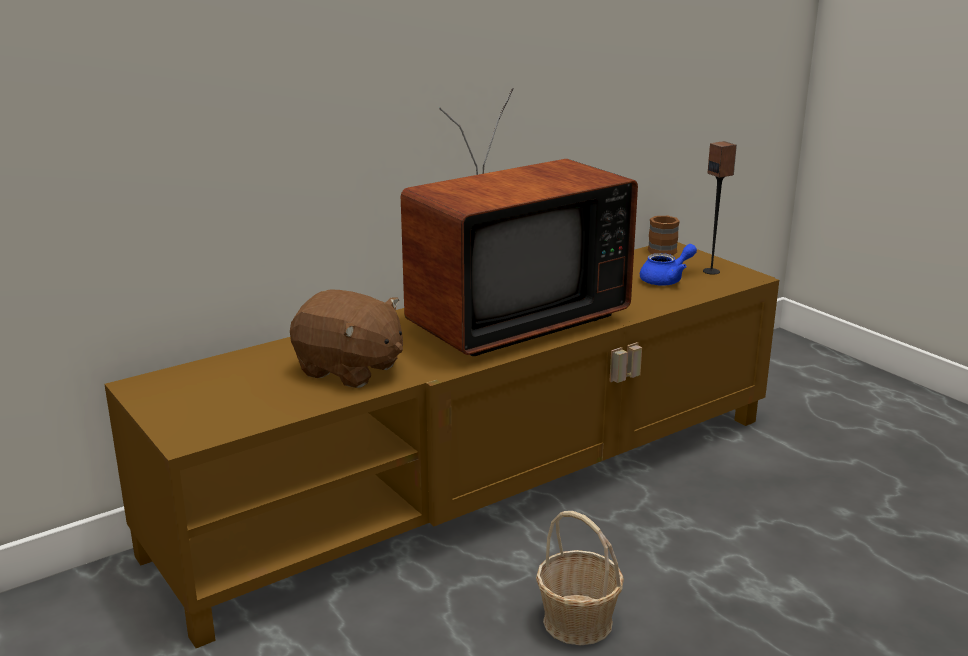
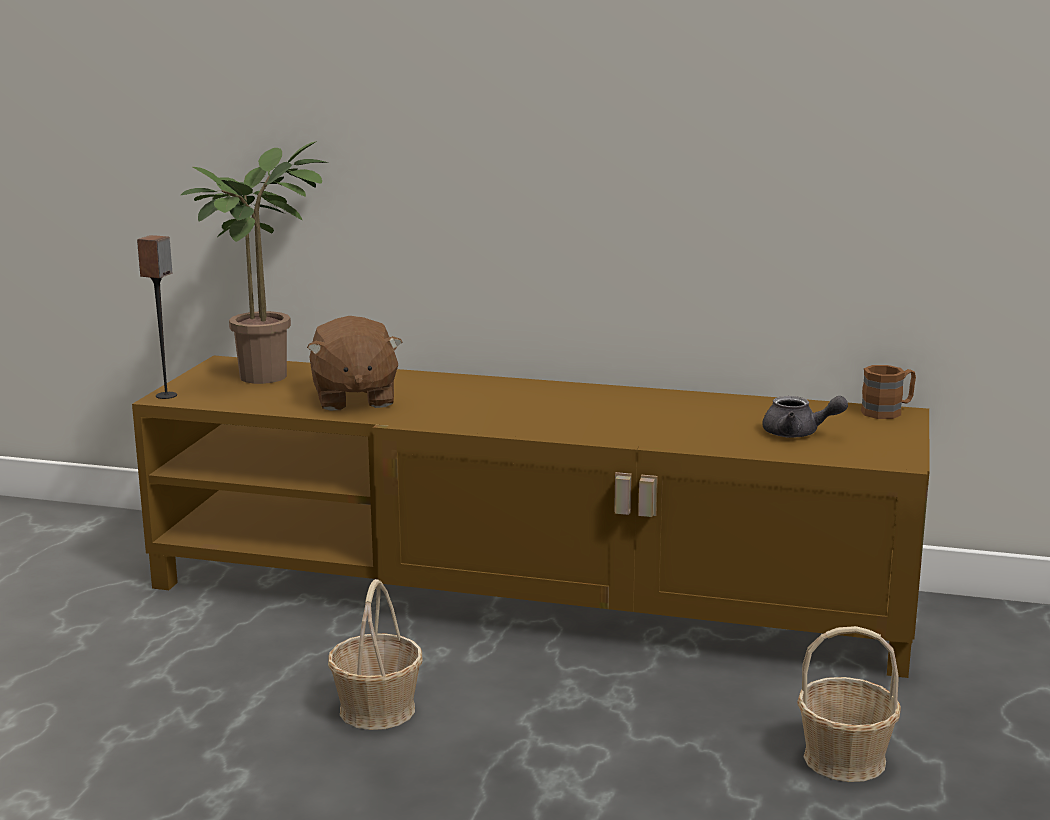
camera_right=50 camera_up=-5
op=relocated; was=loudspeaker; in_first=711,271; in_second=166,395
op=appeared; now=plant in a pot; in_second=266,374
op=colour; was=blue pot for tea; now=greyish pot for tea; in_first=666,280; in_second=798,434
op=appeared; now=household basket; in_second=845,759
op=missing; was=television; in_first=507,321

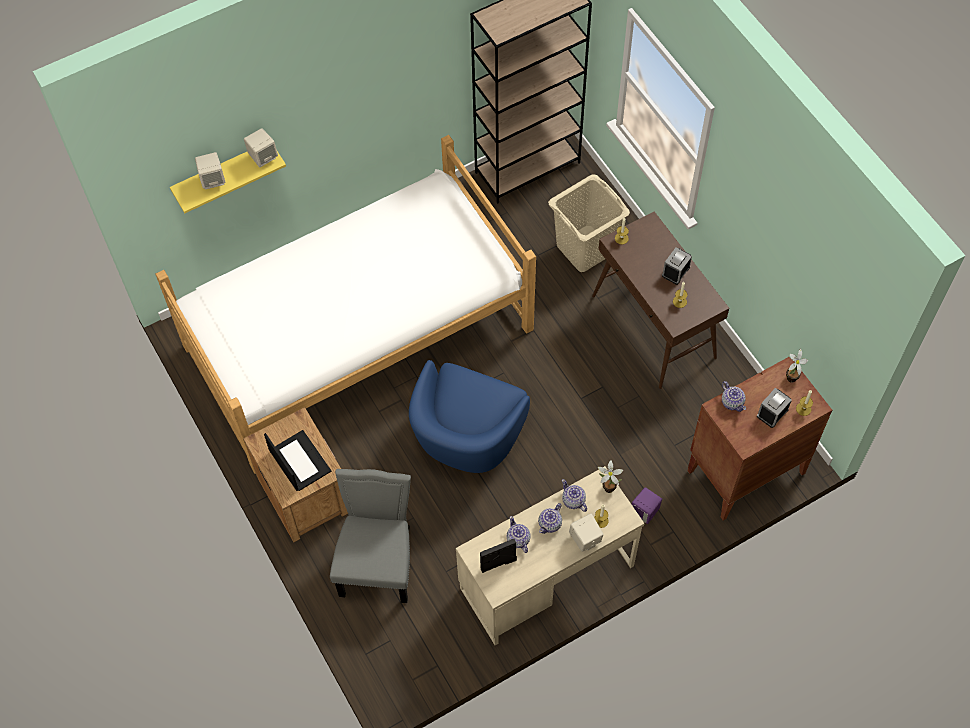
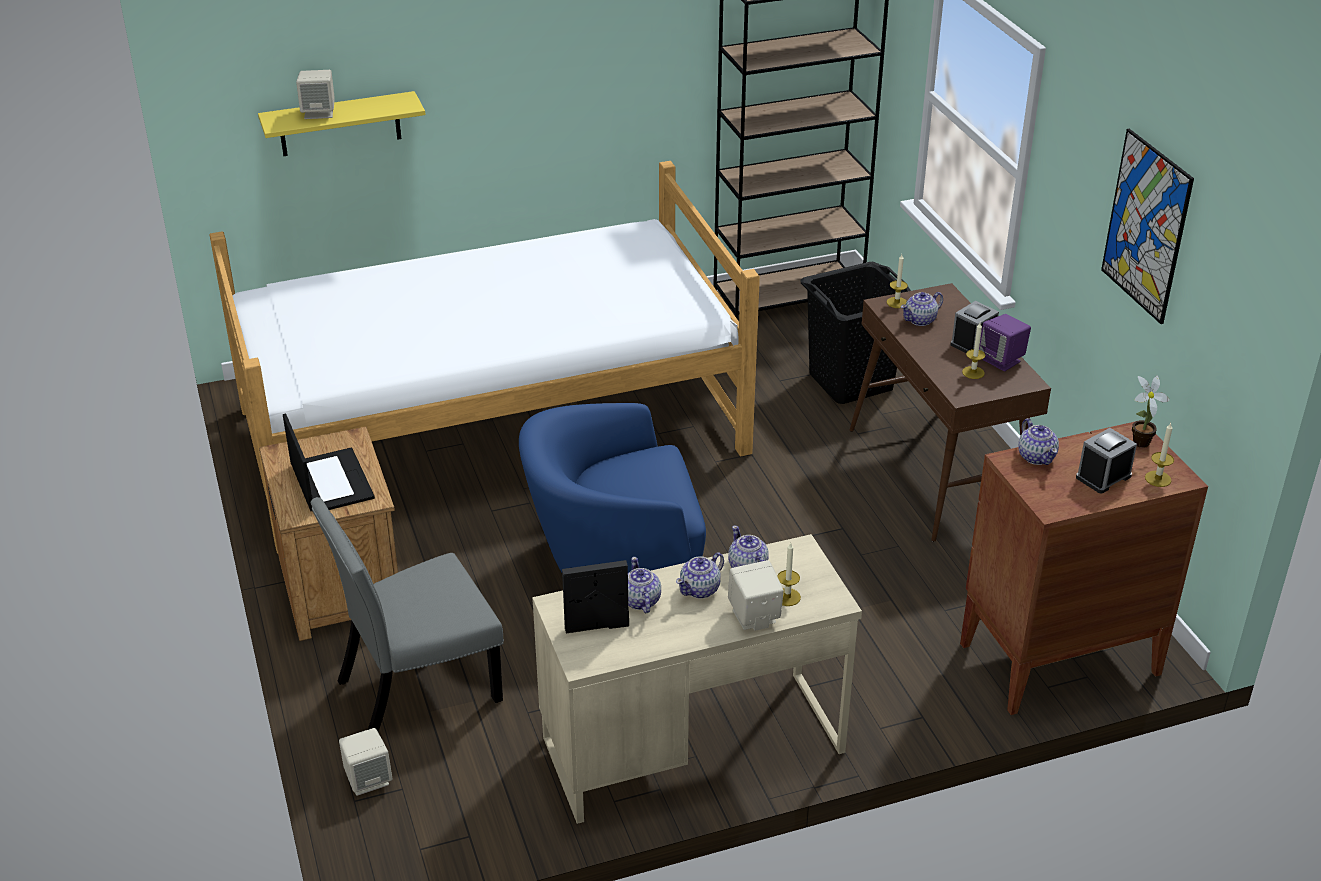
camera_right=10 camera_up=-25
op=spun; was=greyish upright chair; in_first=378,563; in_second=421,686; clockwise=-135
op=relocated; was=sand-coloured loudspeaker; in_first=263,157; in_second=368,779
op=spun; was=blue easy chair; in_first=467,439; in_second=615,559; clockwise=45
op=colour; was=sand-coloured washing basket; now=black-coloured washing basket; in_first=586,248; in_second=851,382
op=appeared; now=pot for tea; in_second=920,320
op=relocated; was=purple loudspeaker; in_first=645,511; in_second=1001,360
op=appeared; now=wall art; in_second=1146,226
op=missing; was=plant in a pot; in_first=607,487

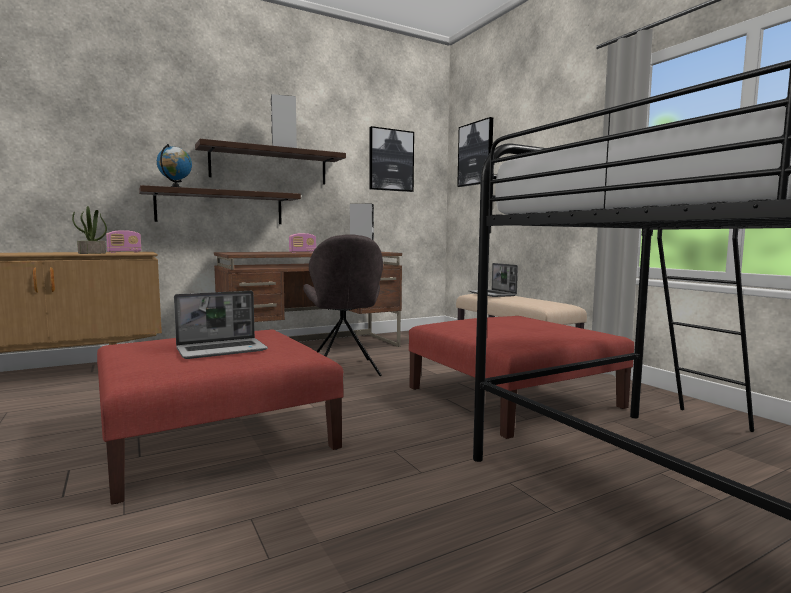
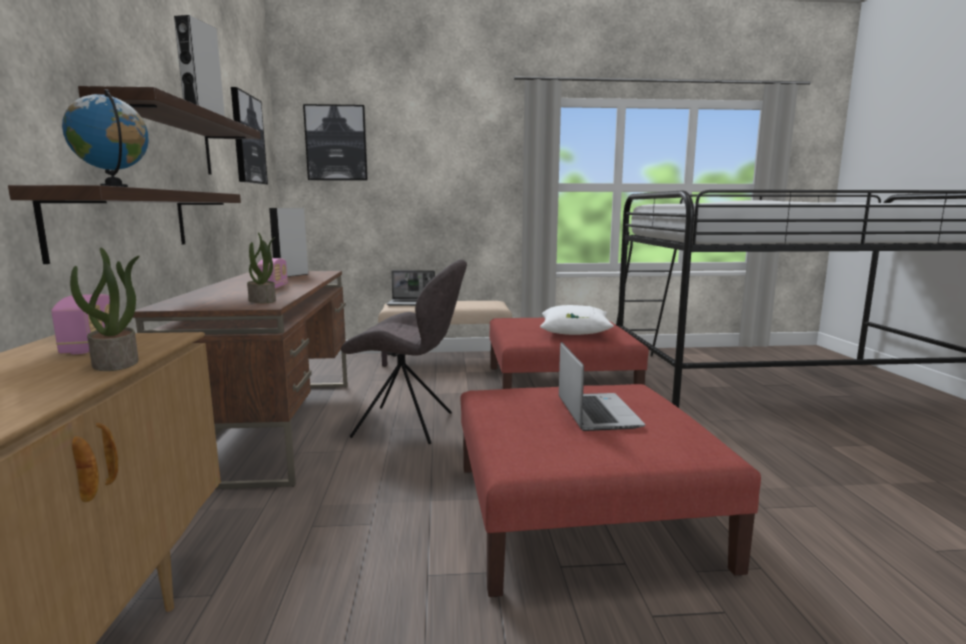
camera_right=-65 camera_up=5
op=appeared; now=plant in a pot; in_second=263,300
op=appeared; now=white-coloured pillow; in_second=574,332

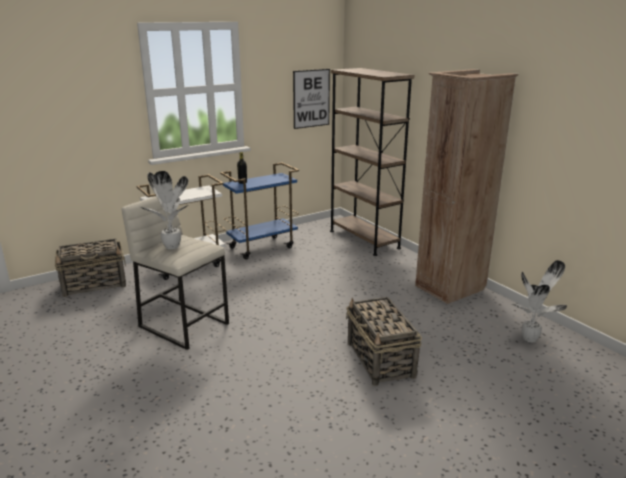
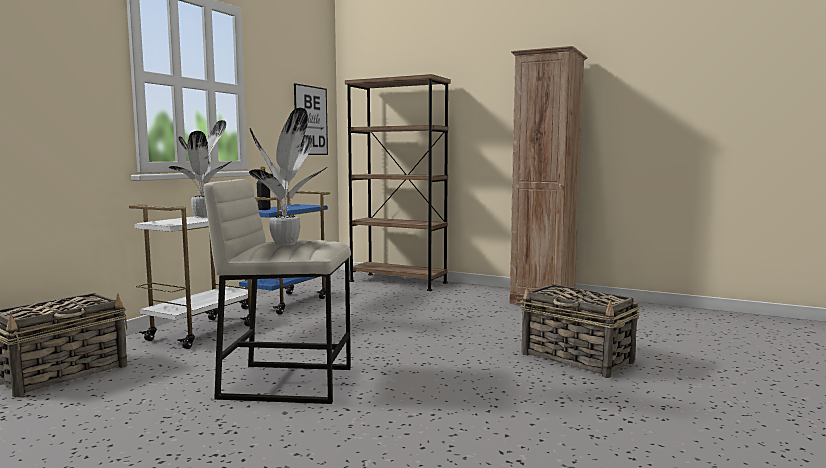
camera_right=-30 camera_up=-15
op=relocated; was=plant in a pot; in_first=531,338; in_second=205,216

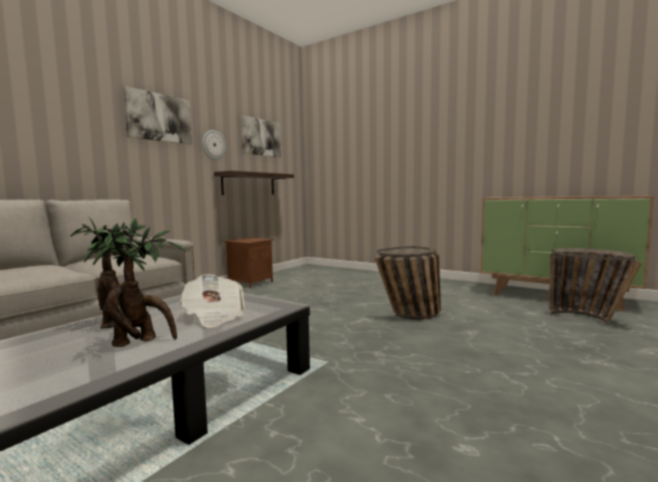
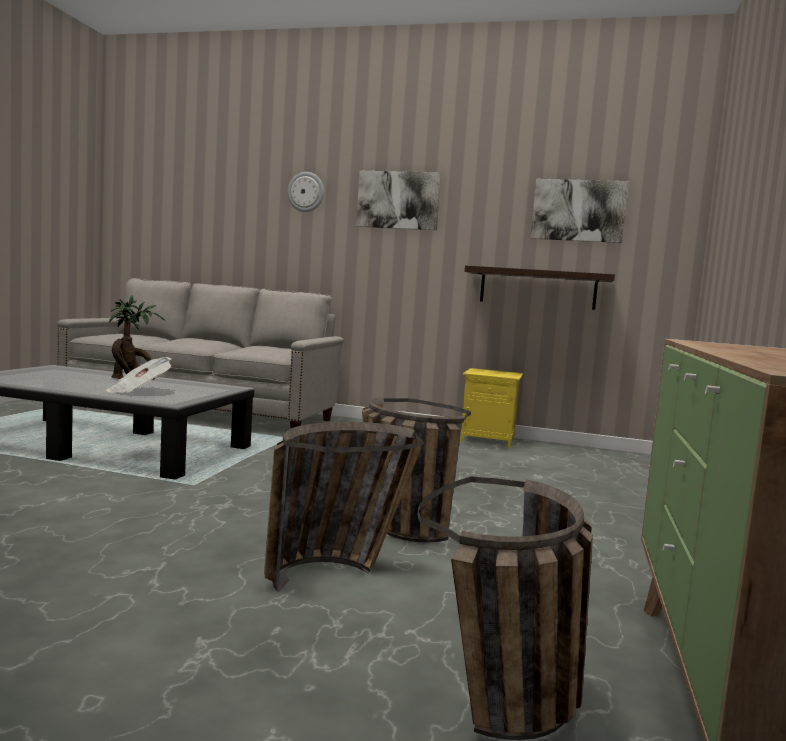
camera_right=70 camera_up=0
op=appeared; now=household basket; in_second=337,571
op=relocated; was=clock on the wall; in_first=213,145; in_second=306,192
op=colour; was=brownish night table; now=yellow-coloured night table; in_first=250,283; in_second=489,440
op=missing; was=plant in a pot; in_first=141,342

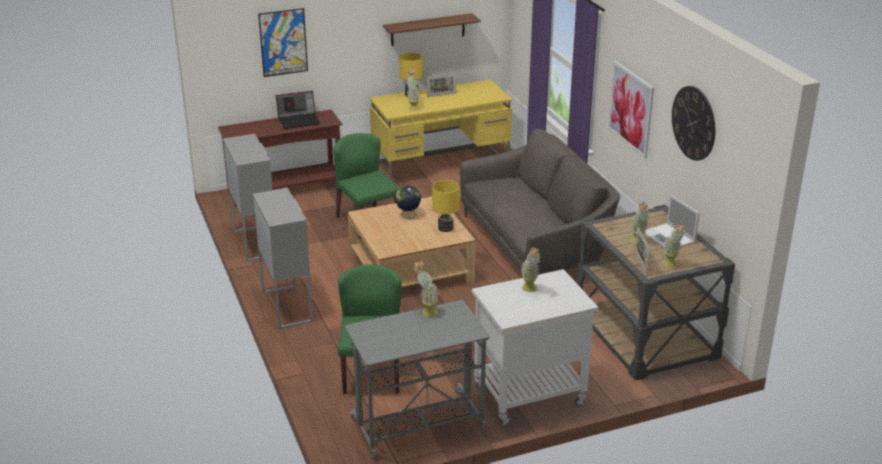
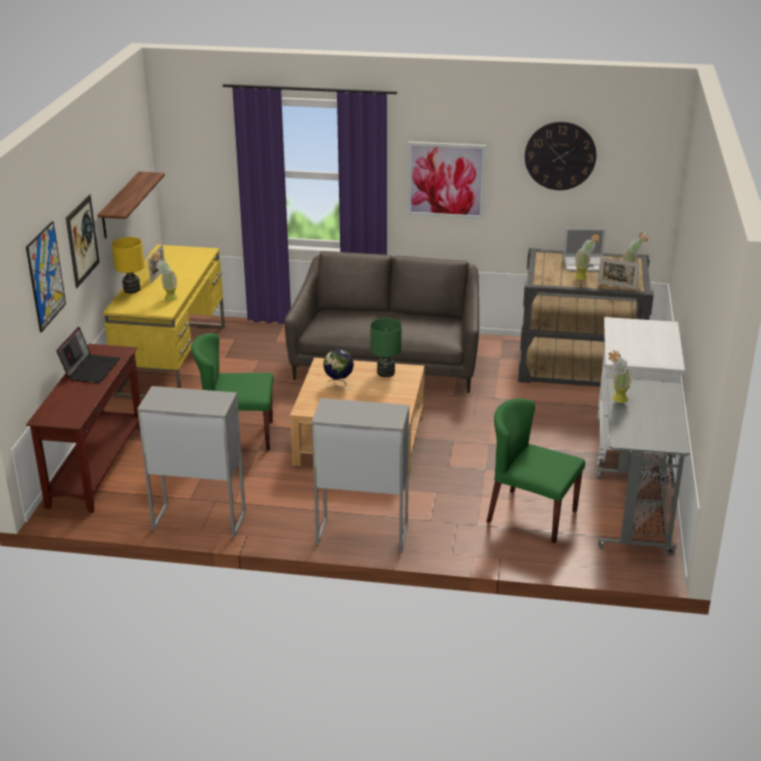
camera_right=-60 camera_up=0
op=appeared; now=wall art; in_second=82,240
op=colour; was=yellow-coloured tabletop lamp; now=green-coloured tabletop lamp; in_first=445,228; in_second=386,373
op=missing; was=plant in a pot; in_first=530,290

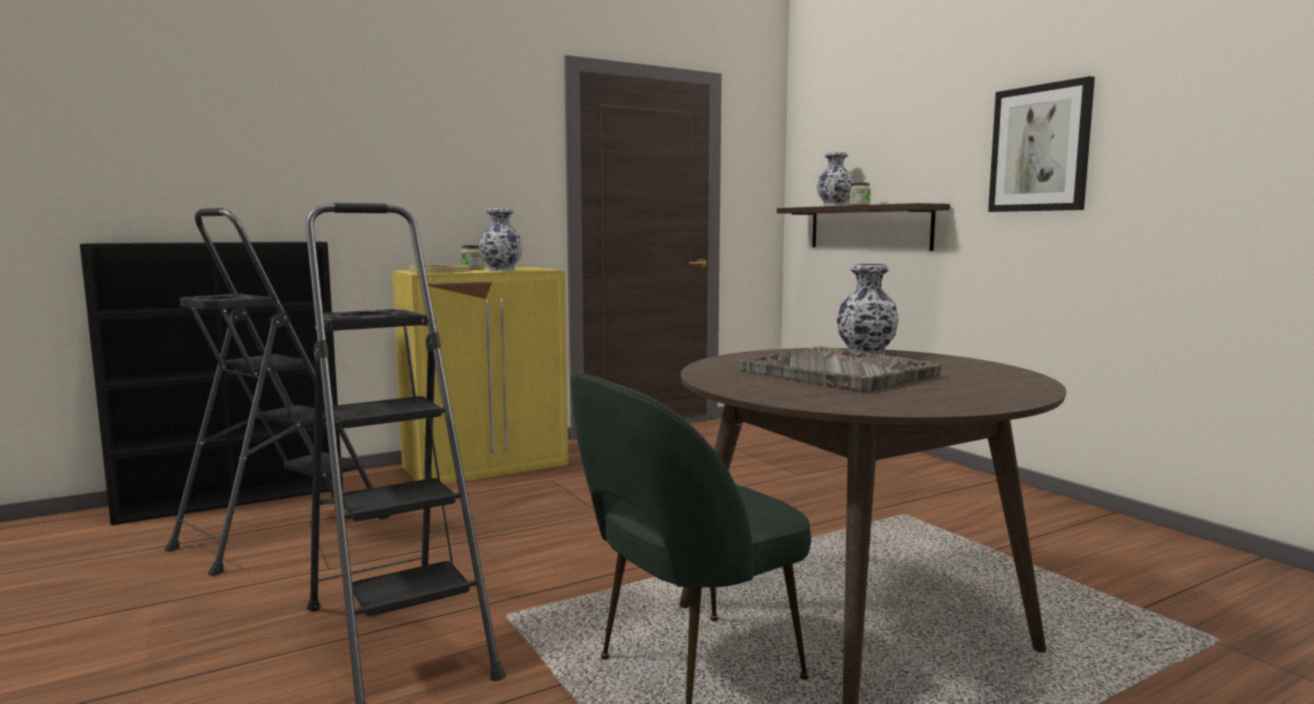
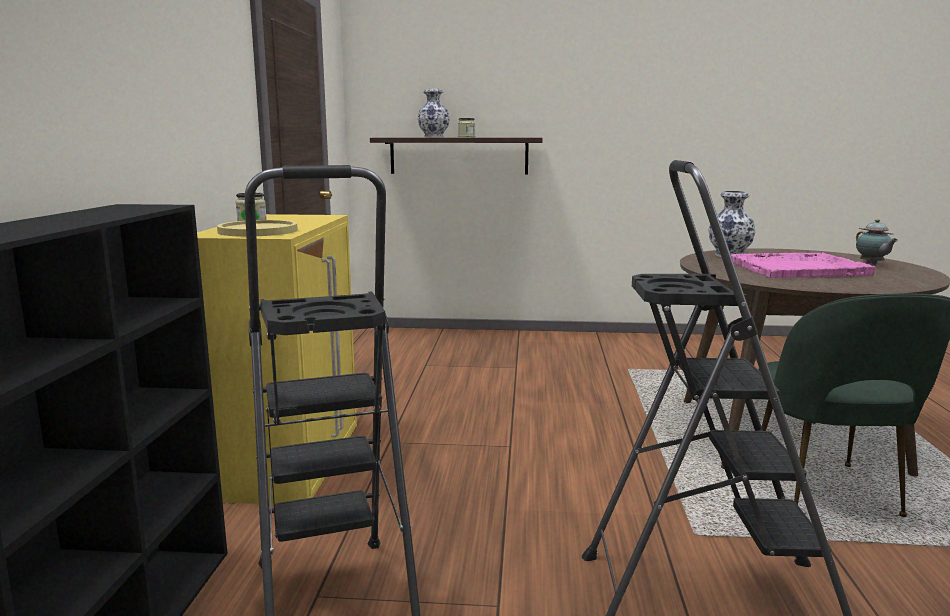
camera_right=-55 camera_up=5
op=colour; was=greyish tray; now=pink-coloured tray; in_first=839,373; in_second=799,268
op=appeared; now=pot for tea; in_second=872,264
op=missing; was=flower vase; in_first=501,270
op=missing; was=wall art; in_first=1040,148

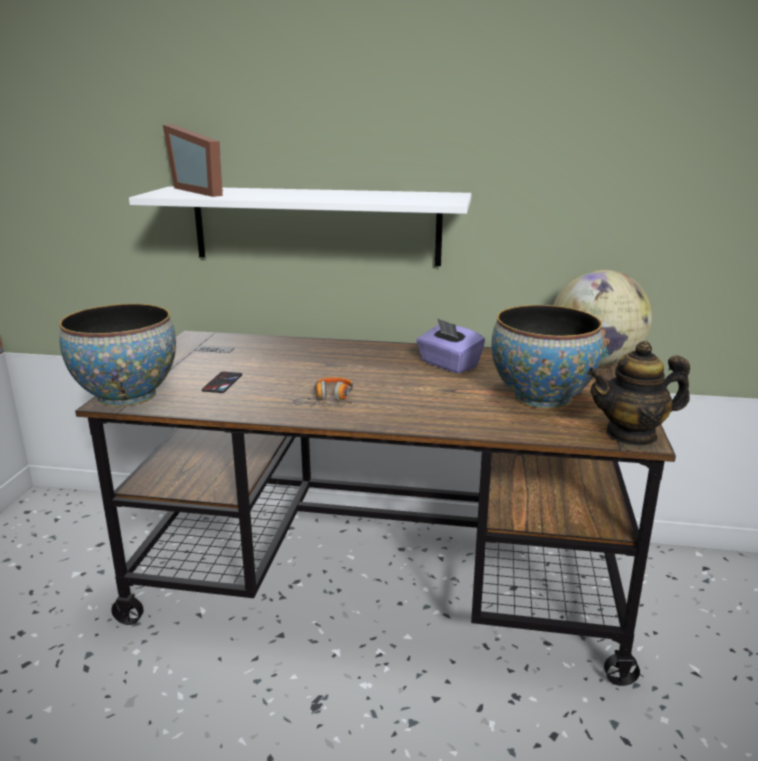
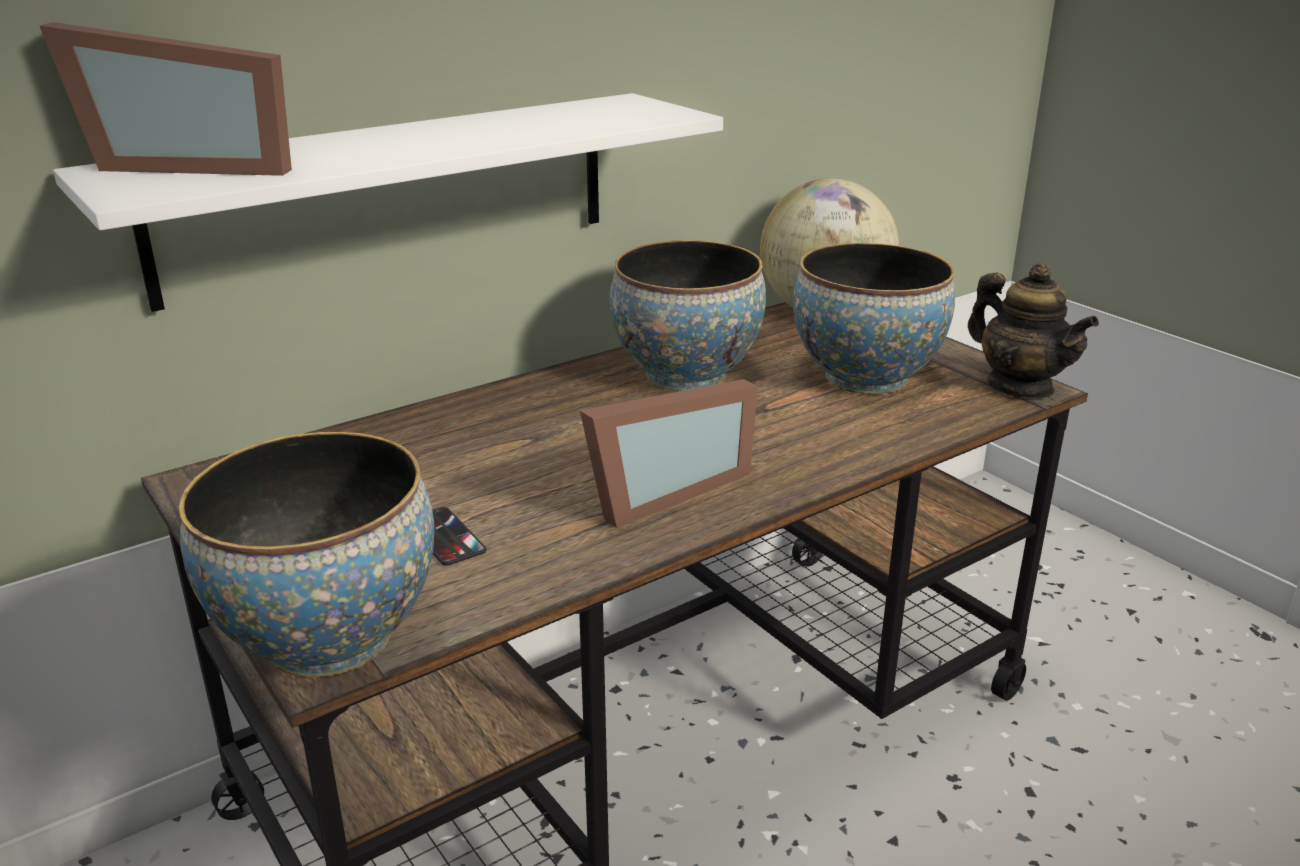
camera_right=-45 camera_up=5
op=exchanged; was=headphones; now=picture frame; in_first=329,401; in_second=660,491
op=exchanged; was=purple tissue holder; now=deep dish; in_first=448,365; in_second=686,375
op=spun; was=pot for tea; in_first=631,435; in_second=1020,387; clockwise=-75

